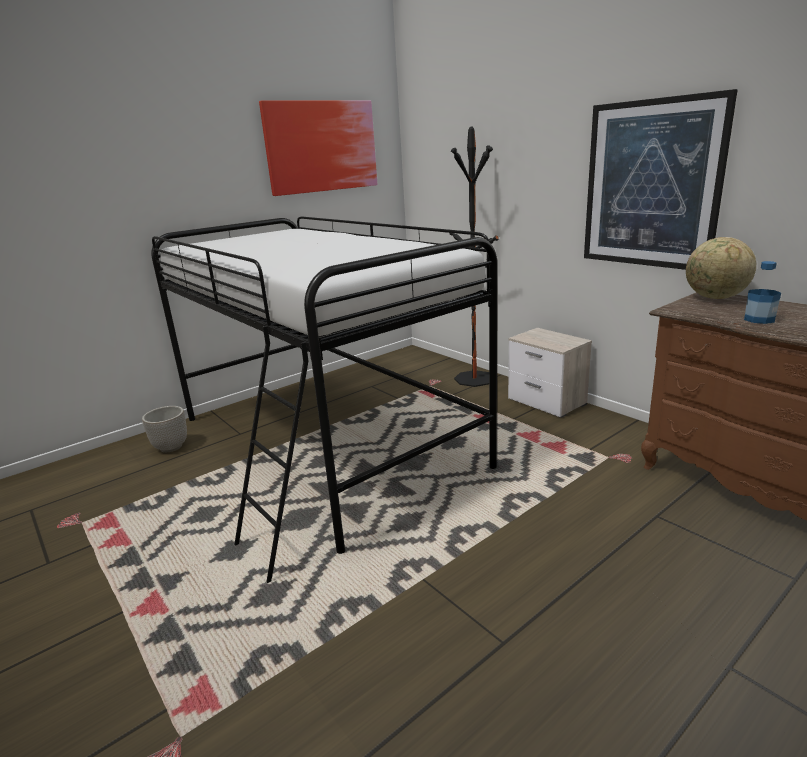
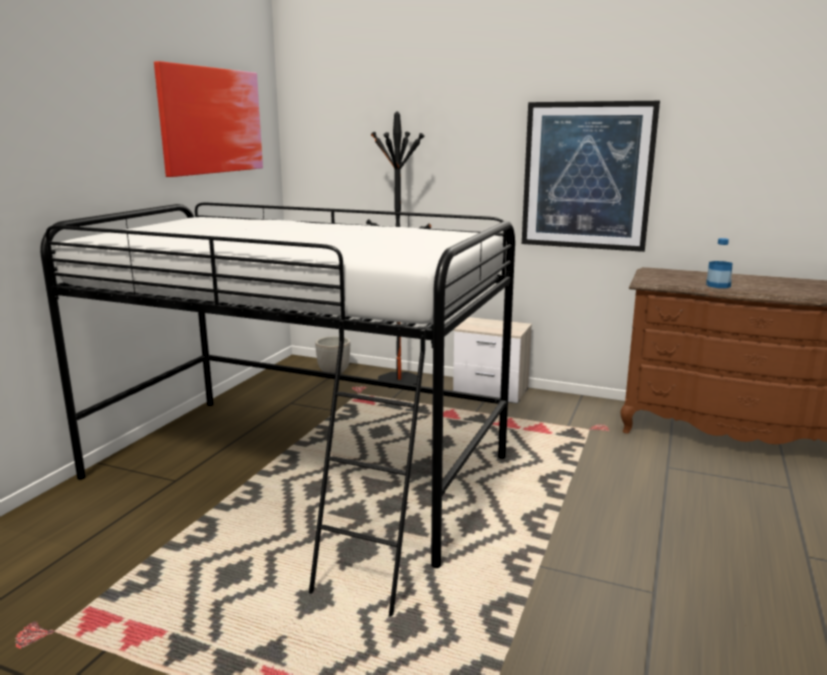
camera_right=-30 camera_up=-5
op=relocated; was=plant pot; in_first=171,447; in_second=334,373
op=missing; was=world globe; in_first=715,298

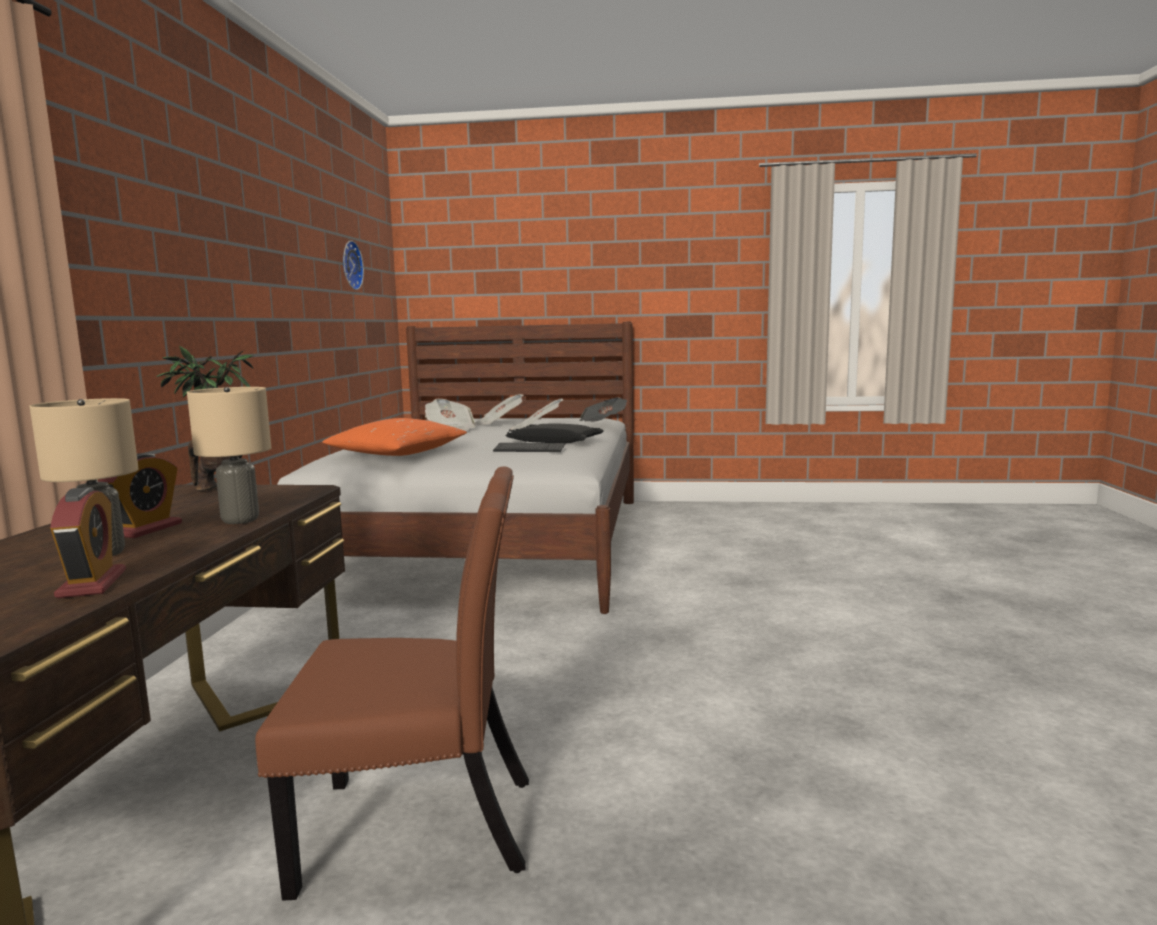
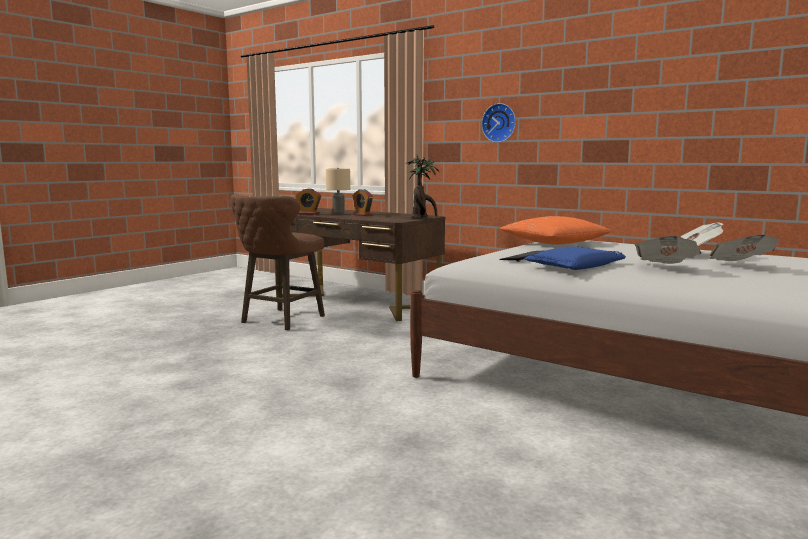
camera_right=120 camera_up=0
op=exchanged; was=brownish upright chair; now=brownish sitting stool; in_first=414,829; in_second=280,320
op=relocated; was=clock on the wall; in_first=349,265; in_second=499,123
op=colour; was=black-coloured pillow; now=blue pillow; in_first=555,440; in_second=574,265
op=missing; was=sand-coloured tabletop lamp; in_first=242,520
op=missing; was=daily paper; in_first=603,424

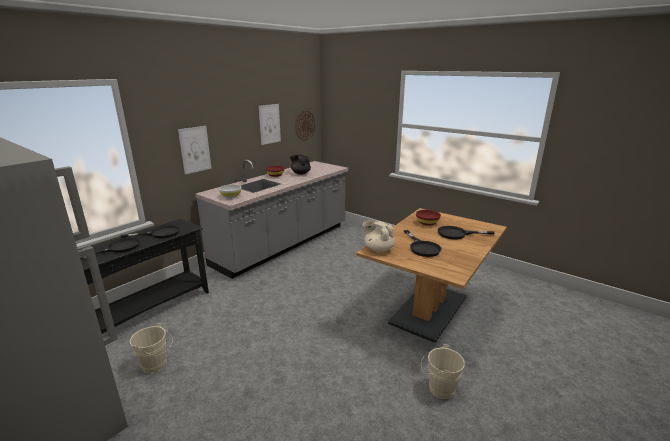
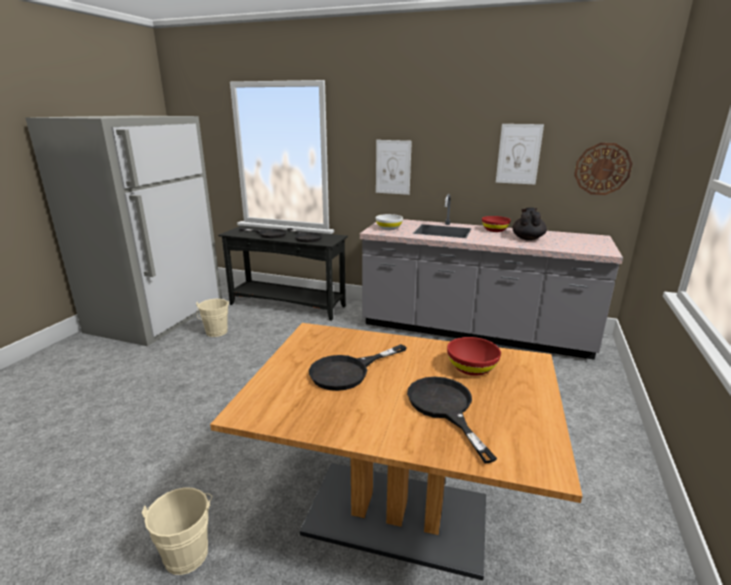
camera_right=70 camera_up=0
op=missing; was=sand-coloured pot for tea; in_first=378,249

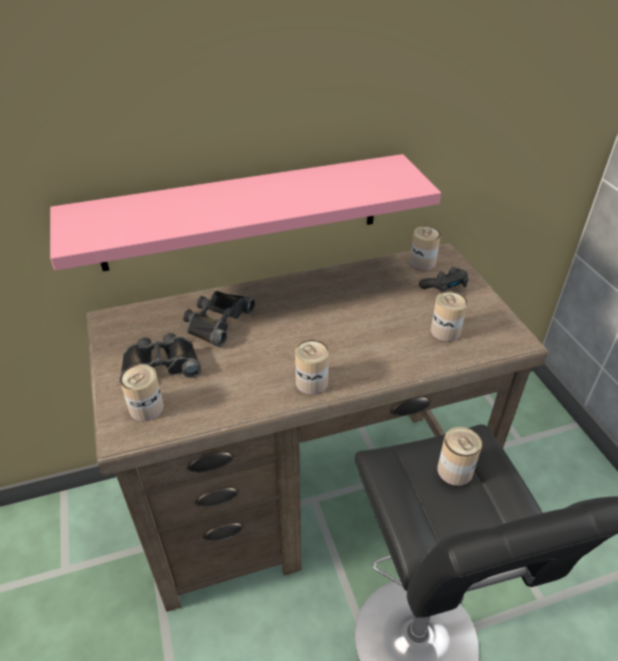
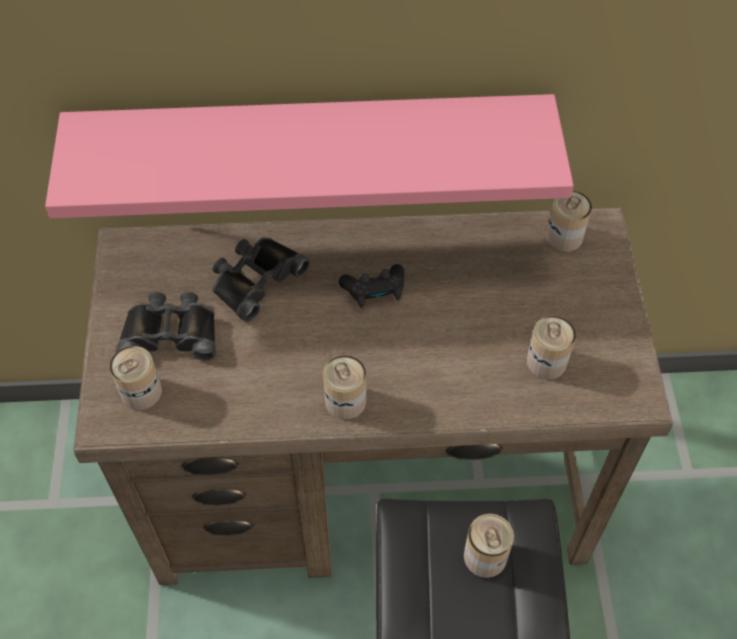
camera_right=15 camera_up=15
op=relocated; was=black-coloured joypad; in_first=444,287; in_second=374,291

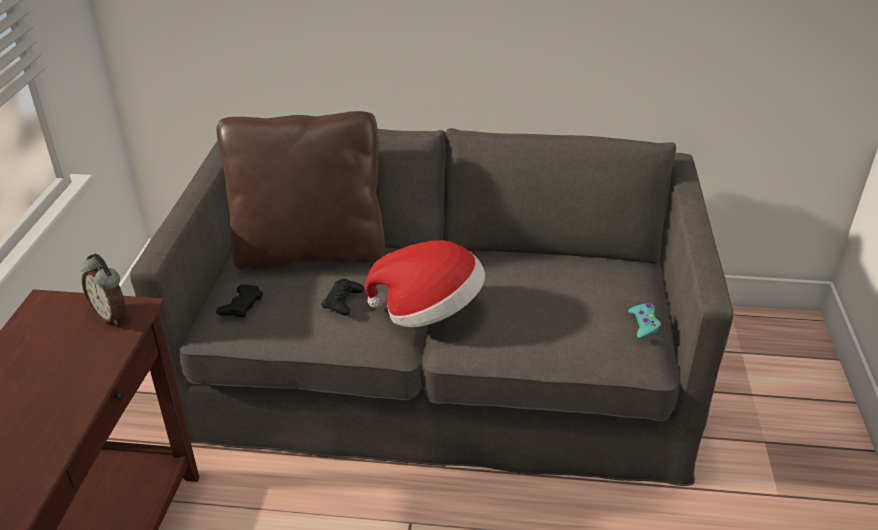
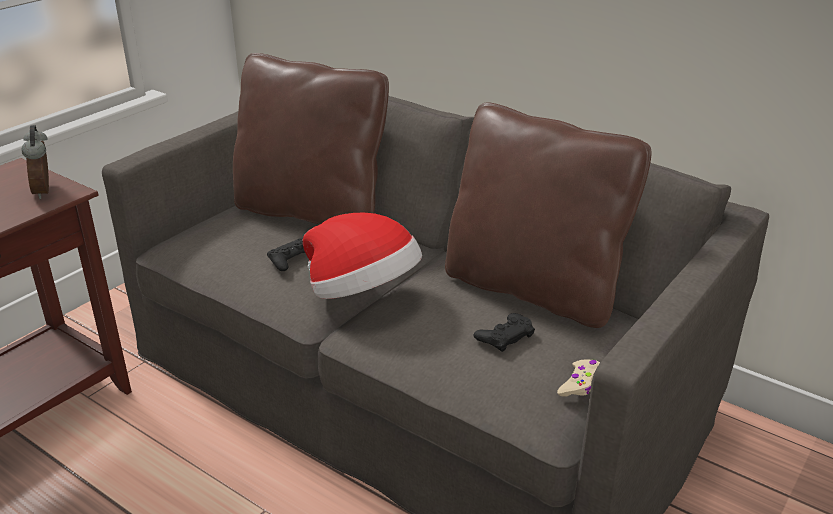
camera_right=30 camera_up=-5
op=appeared; now=brownish pillow; in_second=533,288
op=relocated; was=black-coloured joypad; in_first=241,305; in_second=504,336
op=colour; was=turquoise joypad; now=sand-coloured joypad; in_first=644,324; in_second=580,384

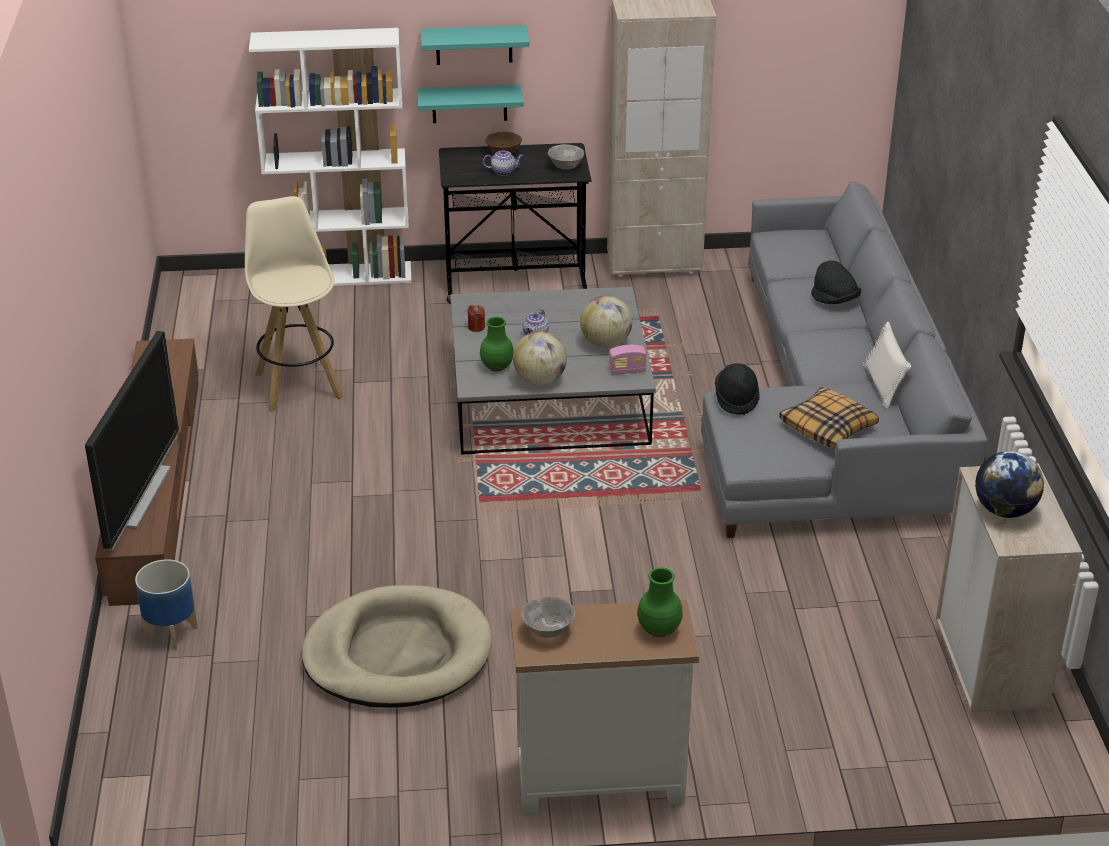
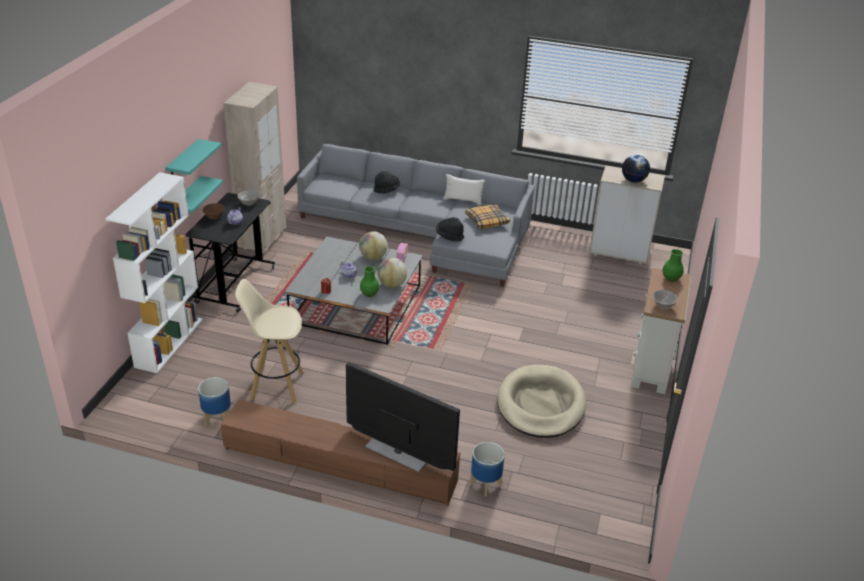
camera_right=-70 camera_up=0
op=appeared; now=plant pot; in_second=217,417

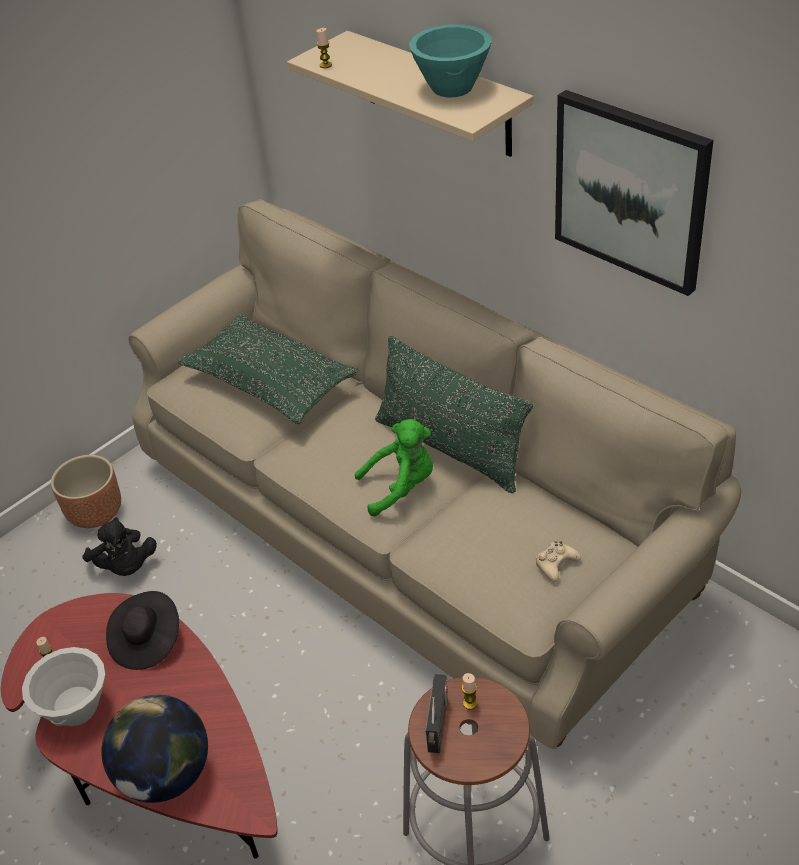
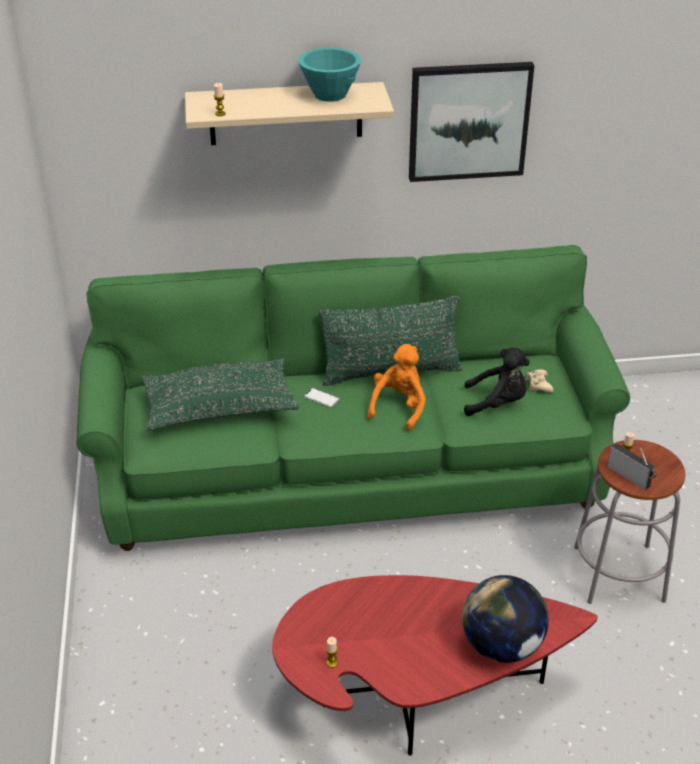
camera_right=-55 camera_up=-5
op=colour; was=sand-coloured couch; now=green-coloured couch; in_first=410,525; in_second=349,466
op=appeared; now=handset; in_second=321,398
op=colour; was=green-coloured cuddly toy; now=orange cuddly toy; in_first=401,487; in_second=399,407
op=relocated; was=black-coloured cuddly toy; in_first=125,567; in_second=497,403
op=missing; was=white-coloured deep dish; in_first=75,709
op=missing; was=brownish plant pot; in_first=95,513
op=missing; was=black-coloured wearable hat; in_first=146,641

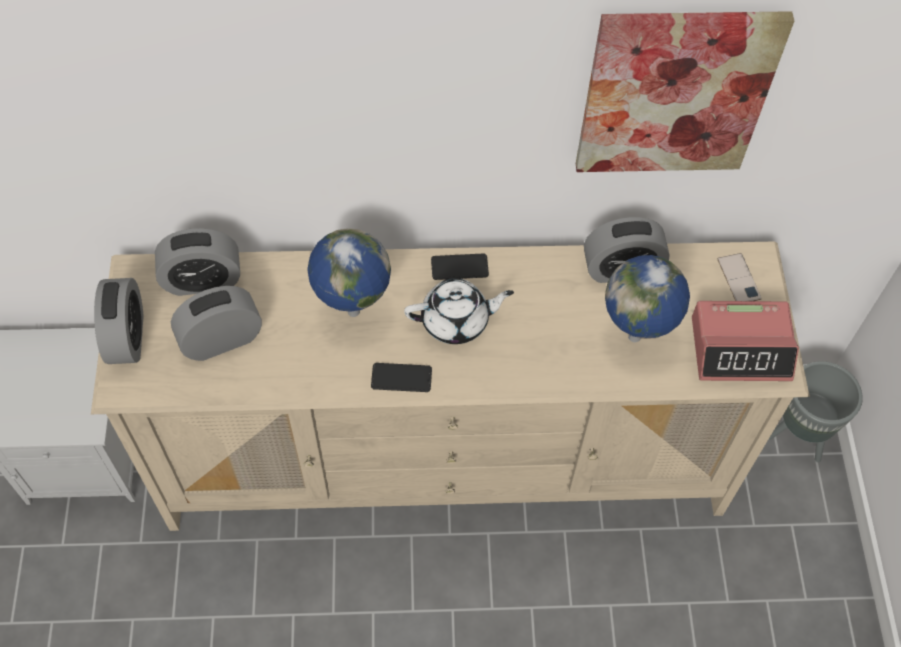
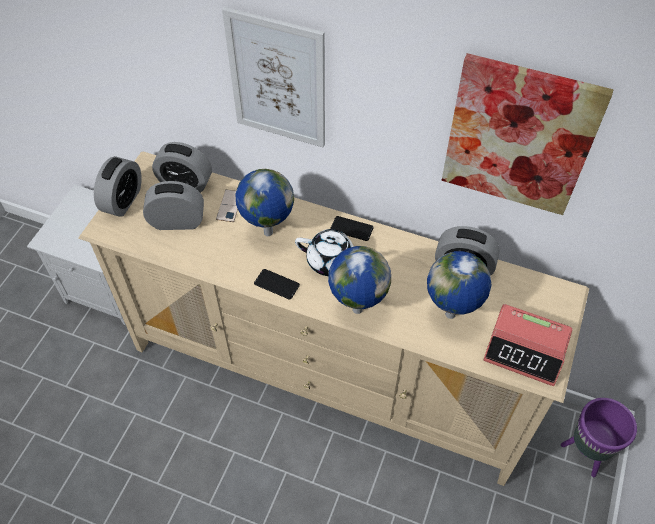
camera_right=25 camera_up=-5
op=relocated; was=handset; in_first=739,279; in_second=229,206
op=appeared; now=wall art; in_second=277,80
op=appeared; now=world globe; in_second=356,309
op=colour; was=greyish plant pot; now=purple plant pot; in_first=798,436; in_second=585,453

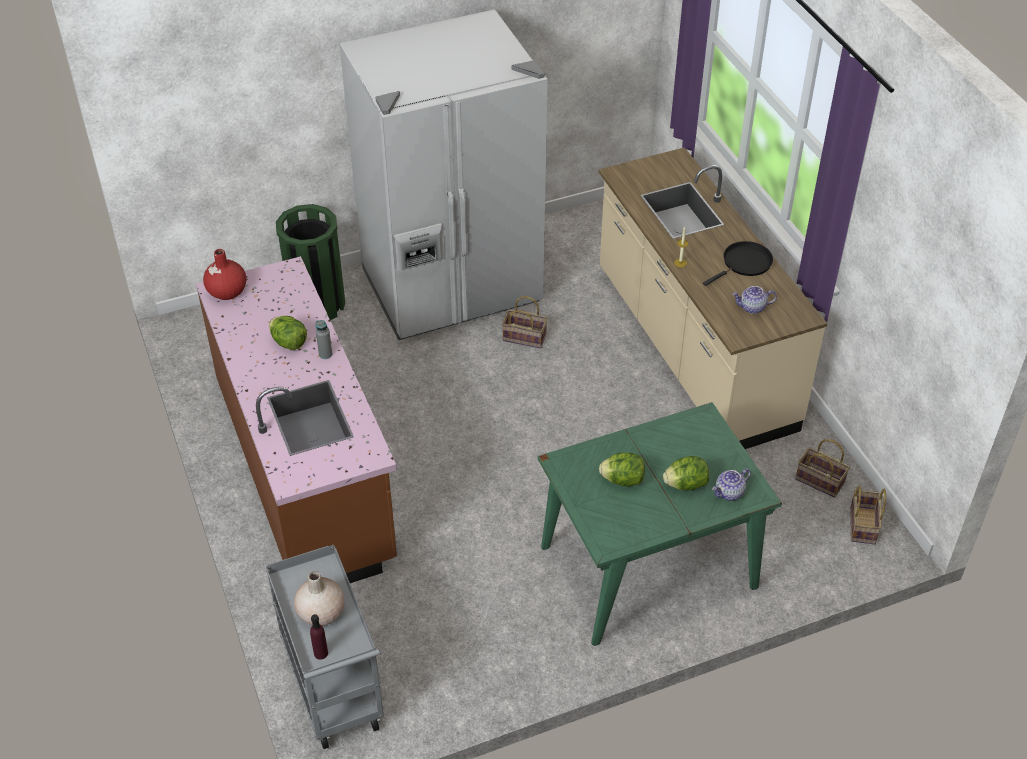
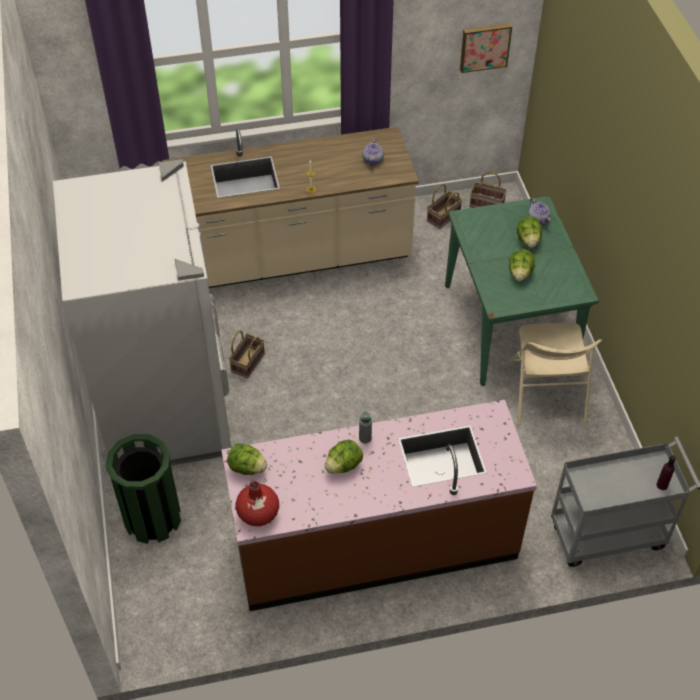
camera_right=-80 camera_up=5
op=appeared; now=lettuce head; in_second=247,467
op=appeared; now=wall art; in_second=484,46
op=appeared; now=sand-coloured upright chair; in_second=545,392
op=missing; was=sand-coloured flower vase; in_first=321,613
op=missing; was=black-coloured skillet; in_first=744,263

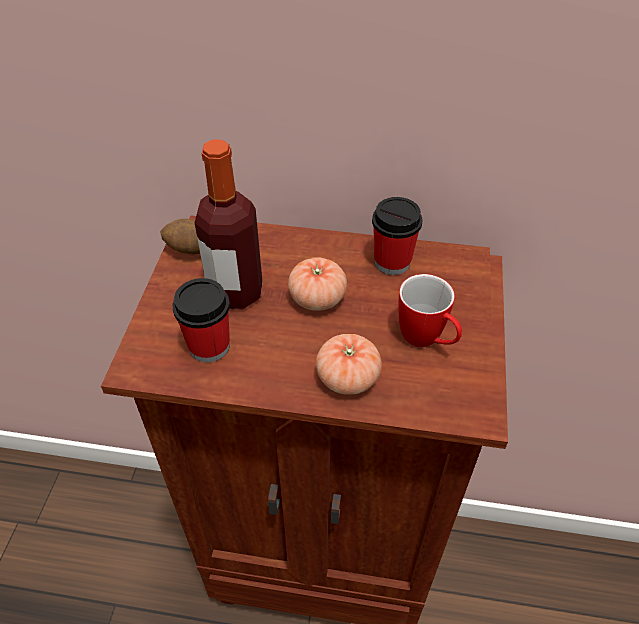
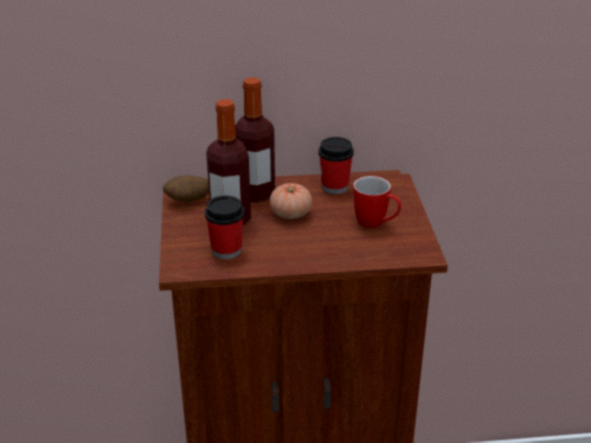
camera_right=-15 camera_up=-15
op=appeared; now=drink bottle; in_second=255,194
op=missing; was=tomato; in_first=347,377

